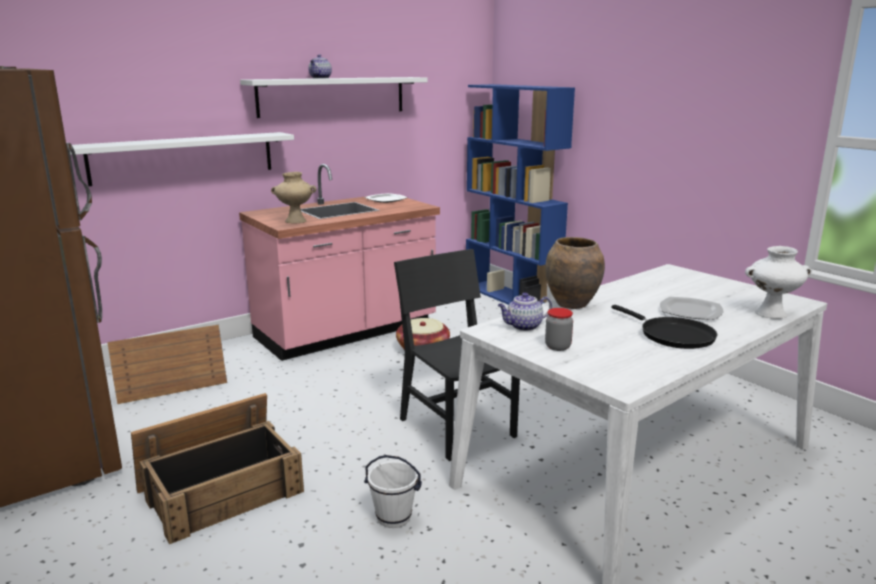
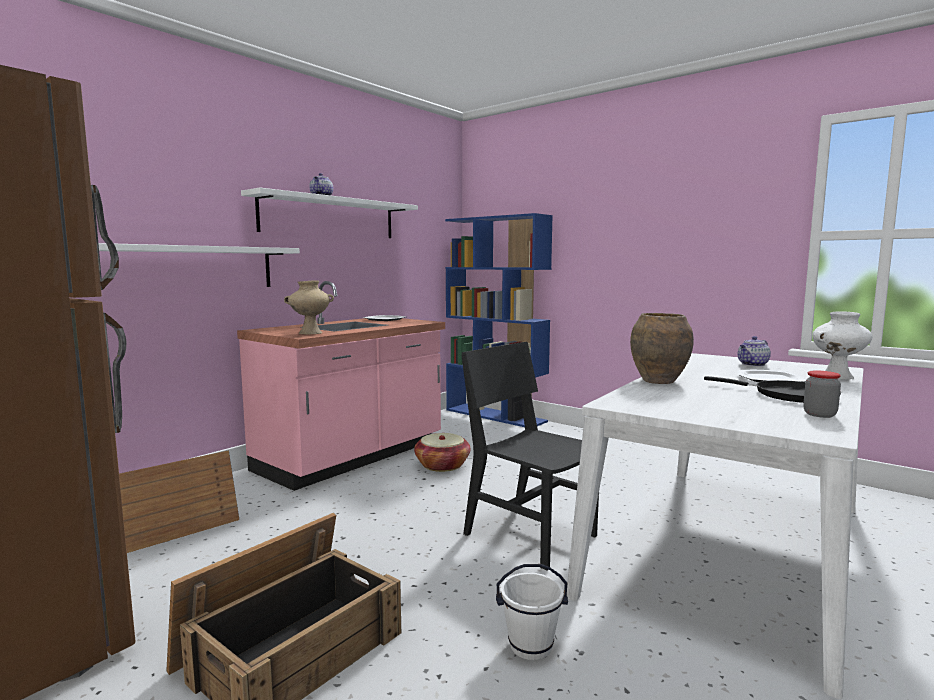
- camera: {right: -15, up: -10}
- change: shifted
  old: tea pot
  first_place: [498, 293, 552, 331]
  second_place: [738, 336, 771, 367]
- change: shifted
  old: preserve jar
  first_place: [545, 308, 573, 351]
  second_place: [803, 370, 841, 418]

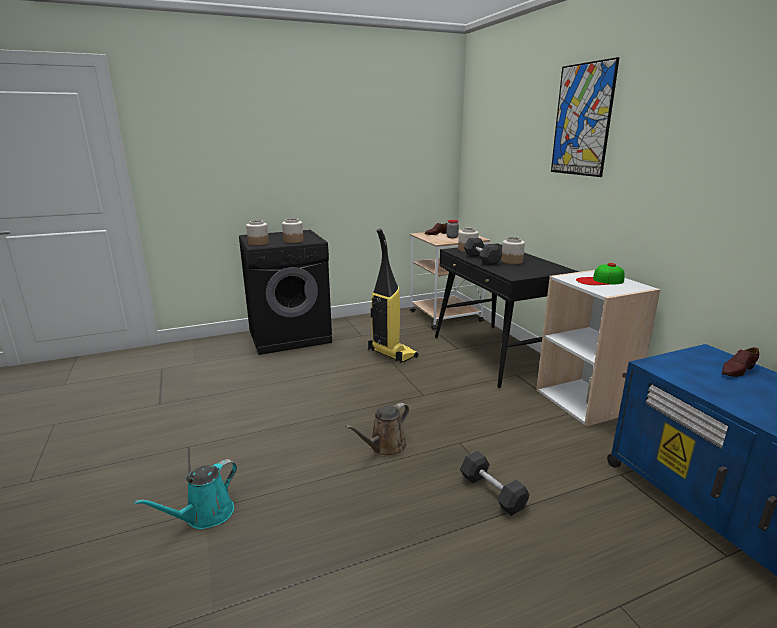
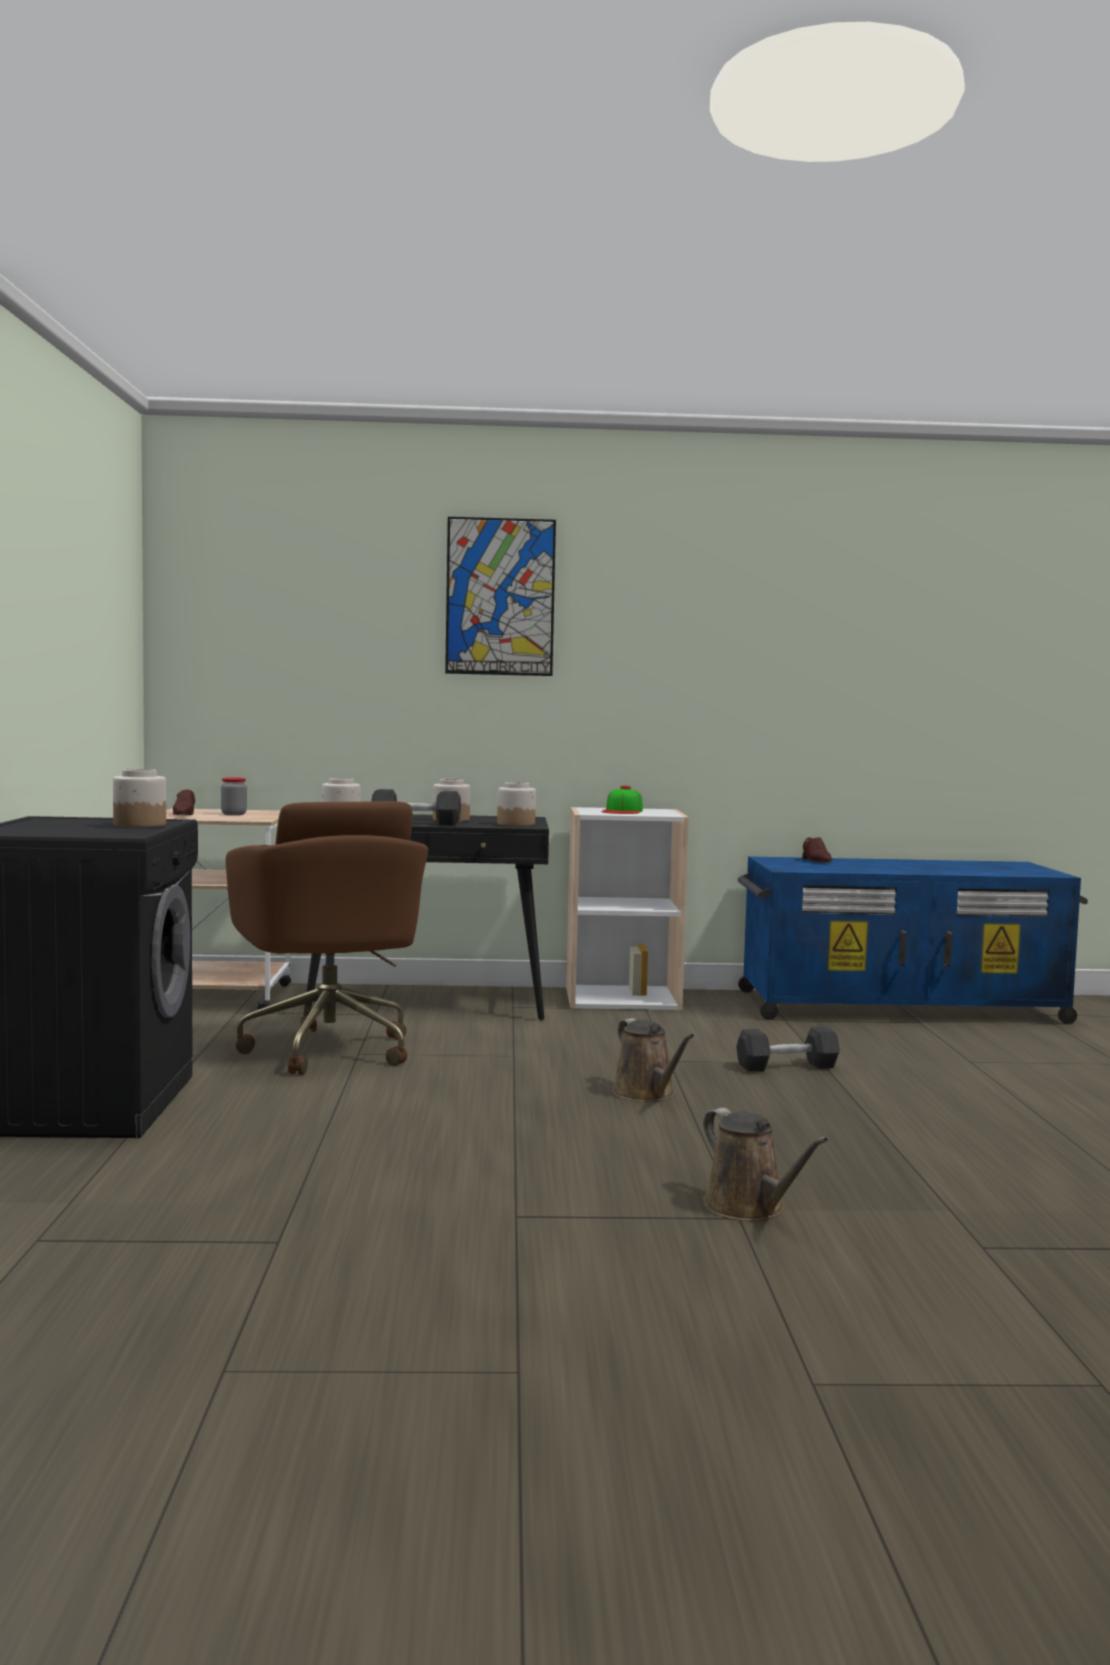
- camera: {right: -70, up: -15}
- change: shifted
  old: preserve jar
  first_place: [246, 220, 269, 246]
  second_place: [497, 782, 536, 826]
- change: swapped
  old: vacuum cleaner
  new: brown desk chair
  first_place: [368, 228, 418, 363]
  second_place: [226, 801, 428, 1075]
- change: repainted
  old: turquoise watering pot
  new: brown watering pot
  first_place: [134, 459, 237, 529]
  second_place: [703, 1108, 828, 1221]

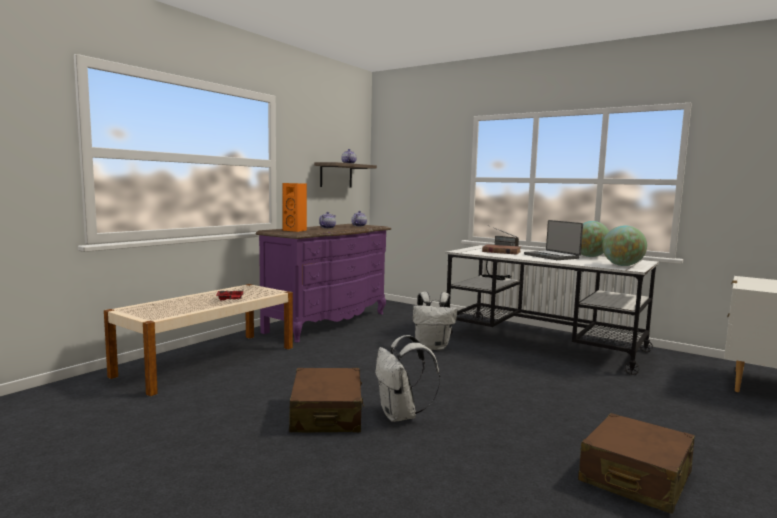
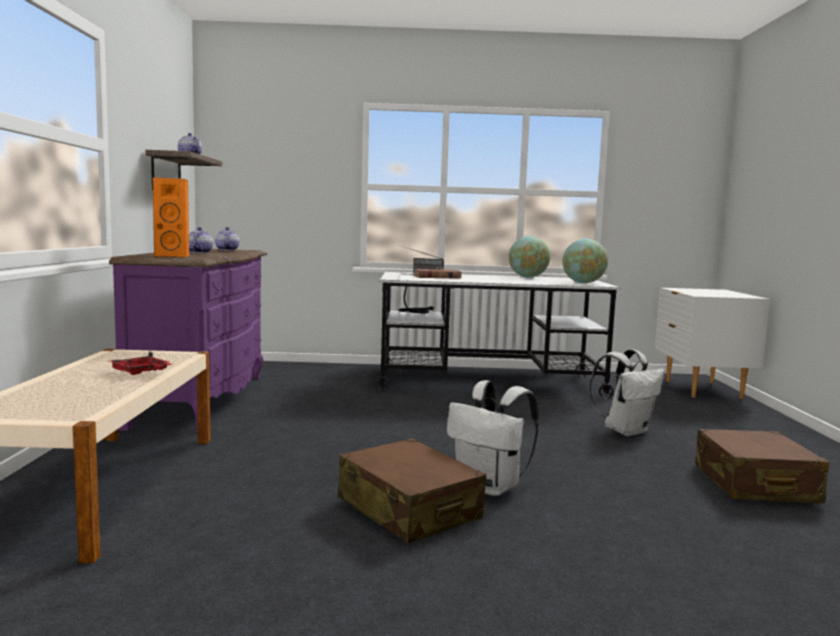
- camera: {right: -35, up: 0}
- change: gone
  old: portable computer
  first_place: [524, 220, 583, 260]
- change: shifted
  old: white rucksack
  first_place: [413, 292, 457, 350]
  second_place: [590, 349, 664, 437]

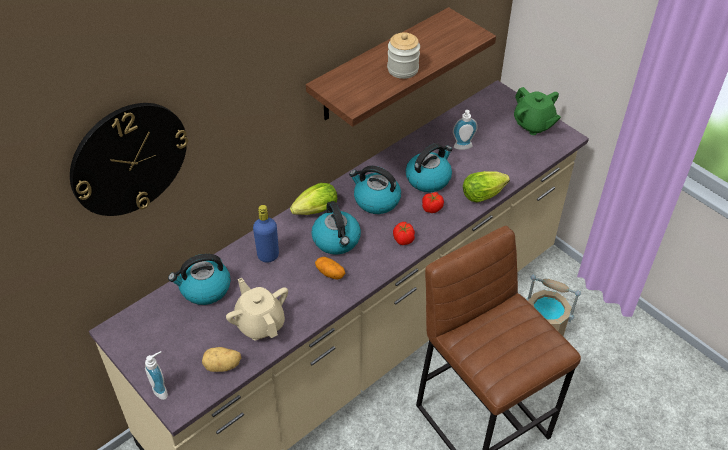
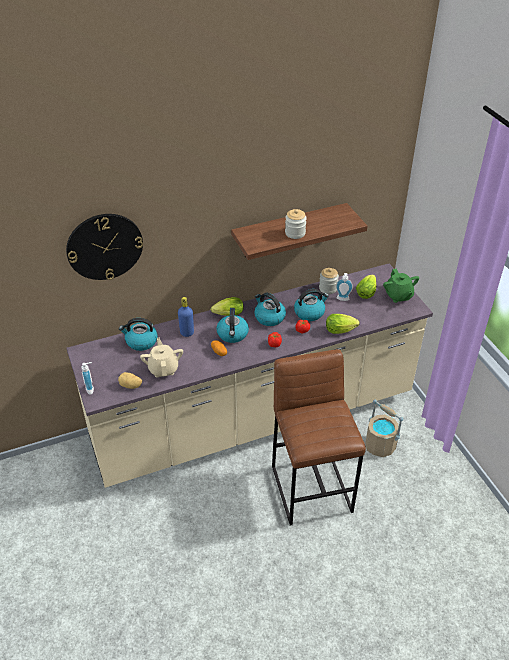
- camera: {right: 20, up: -5}
- change: new
  new: preserve jar
  second_place: [319, 268, 339, 294]
- change: new
  new: head of lettuce
  second_place: [356, 275, 376, 299]

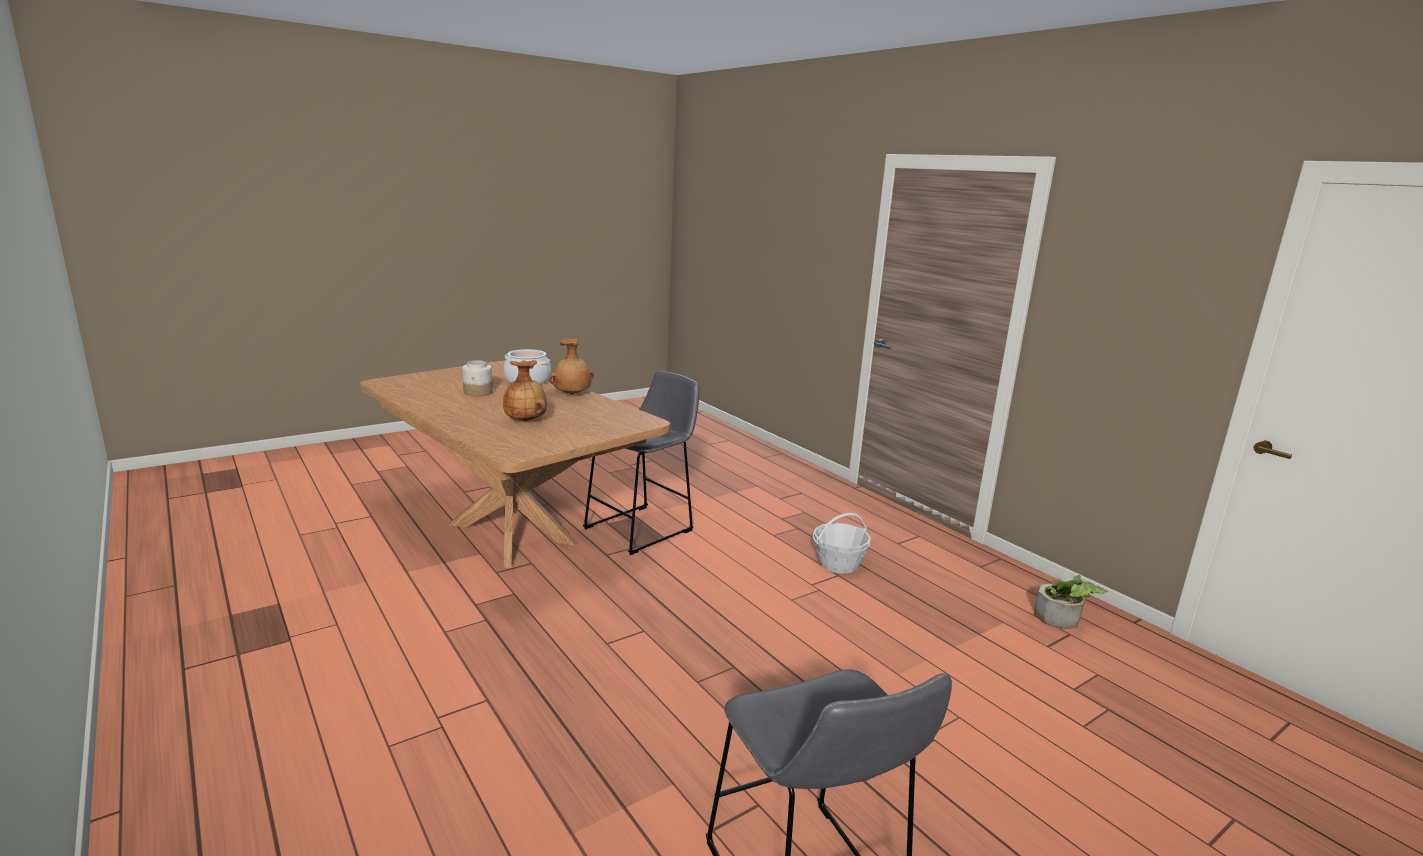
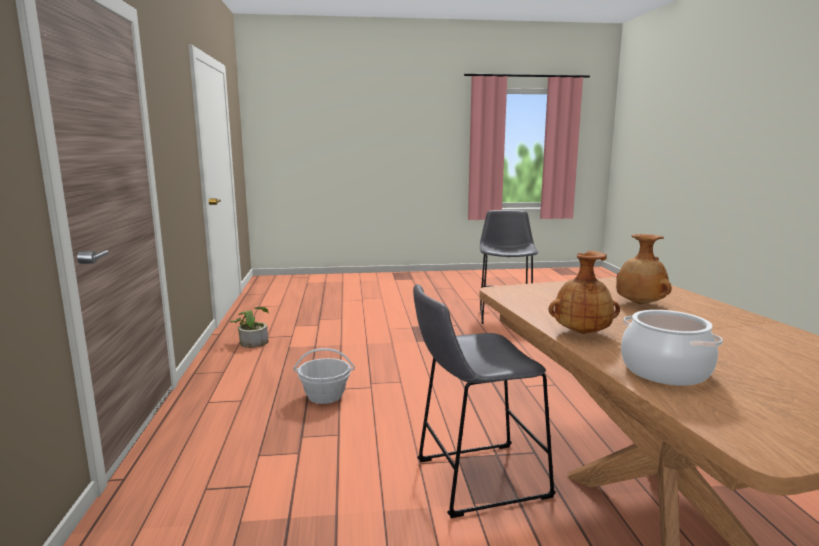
- camera: {right: -150, up: -5}
- change: gone
  old: preserve jar
  first_place: [462, 360, 493, 396]

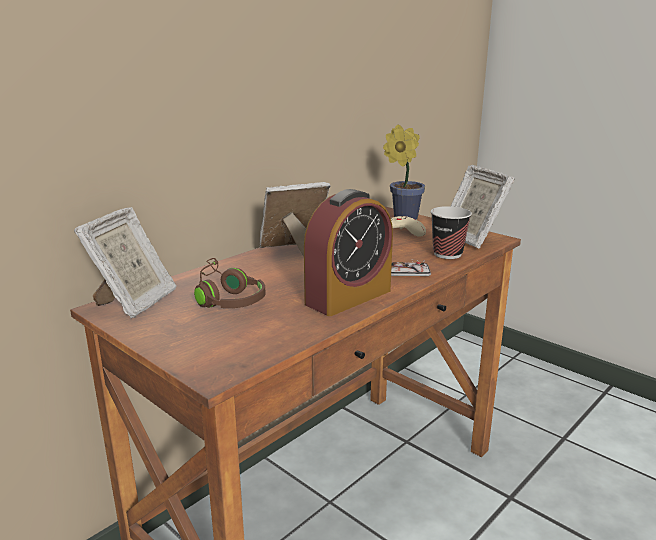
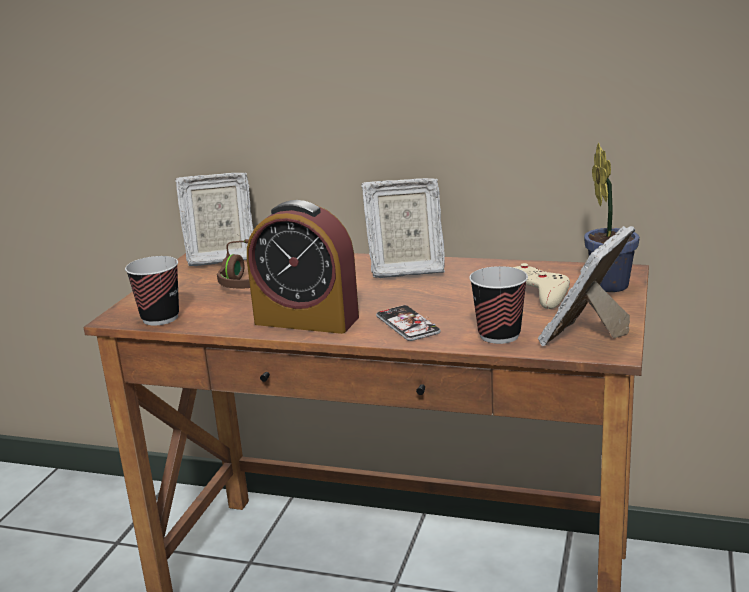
- camera: {right: 65, up: 0}
- change: rotated
  old: picture frame
  first_place: [260, 182, 330, 257]
  second_place: [361, 178, 445, 278]
  degrees: 135
- change: new
  new: small cup
  second_place: [125, 256, 179, 325]

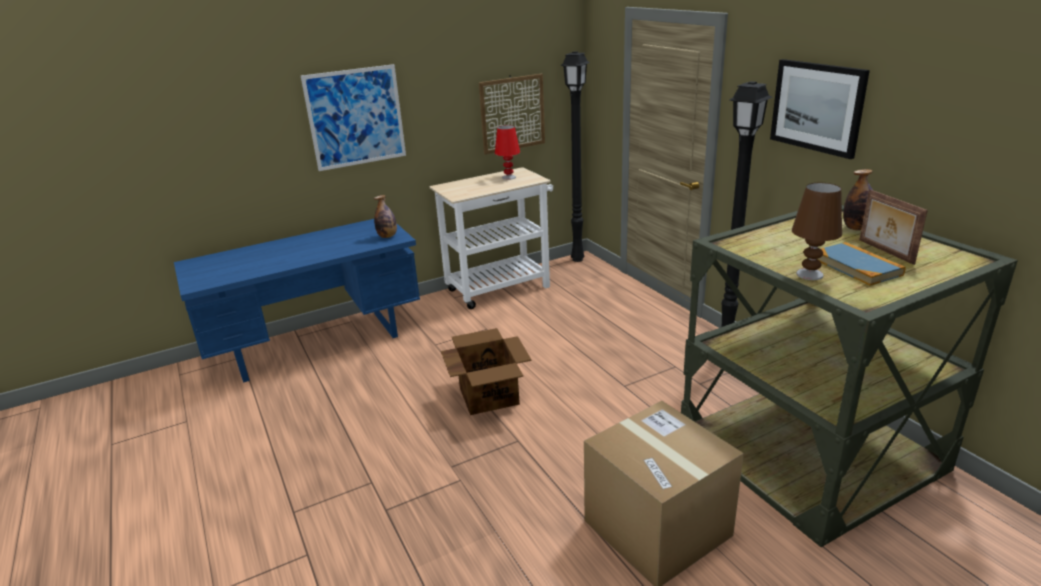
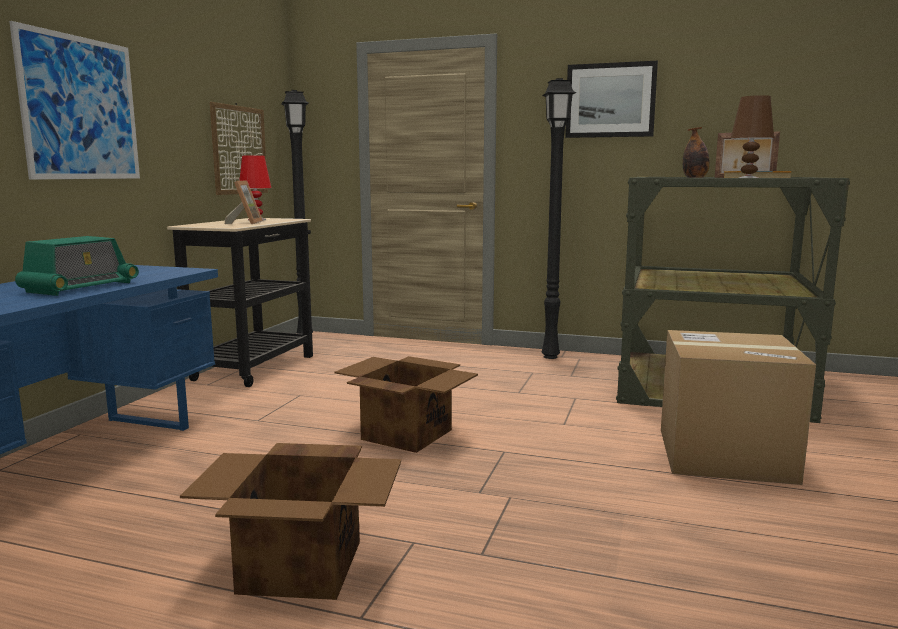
- camera: {right: -45, up: -15}
- change: repainted
  old: white cart
  new: blackish cart
  first_place: [430, 167, 553, 309]
  second_place: [167, 218, 313, 387]
- change: gone
  old: beverage bottle
  first_place: [374, 195, 397, 238]
- change: new
  new: picture frame
  second_place: [225, 180, 263, 224]
- change: new
  new: radio receiver
  second_place: [15, 236, 139, 296]
- change: new
  new: carton
  second_place: [180, 443, 401, 600]

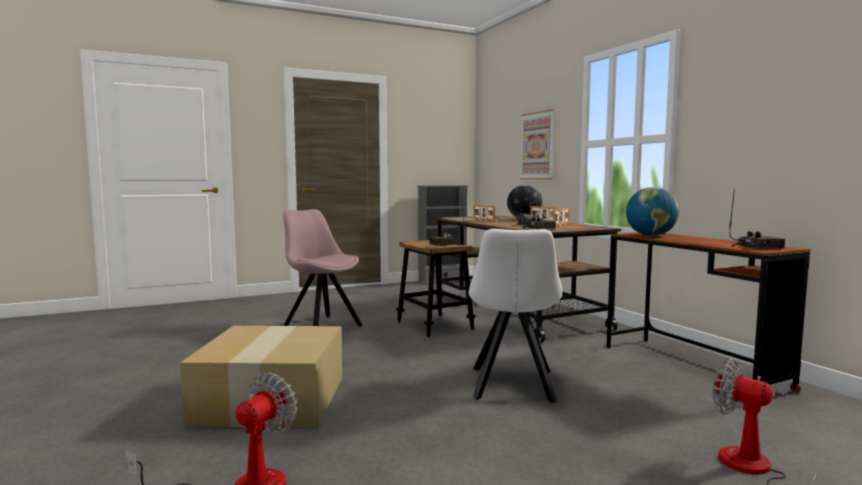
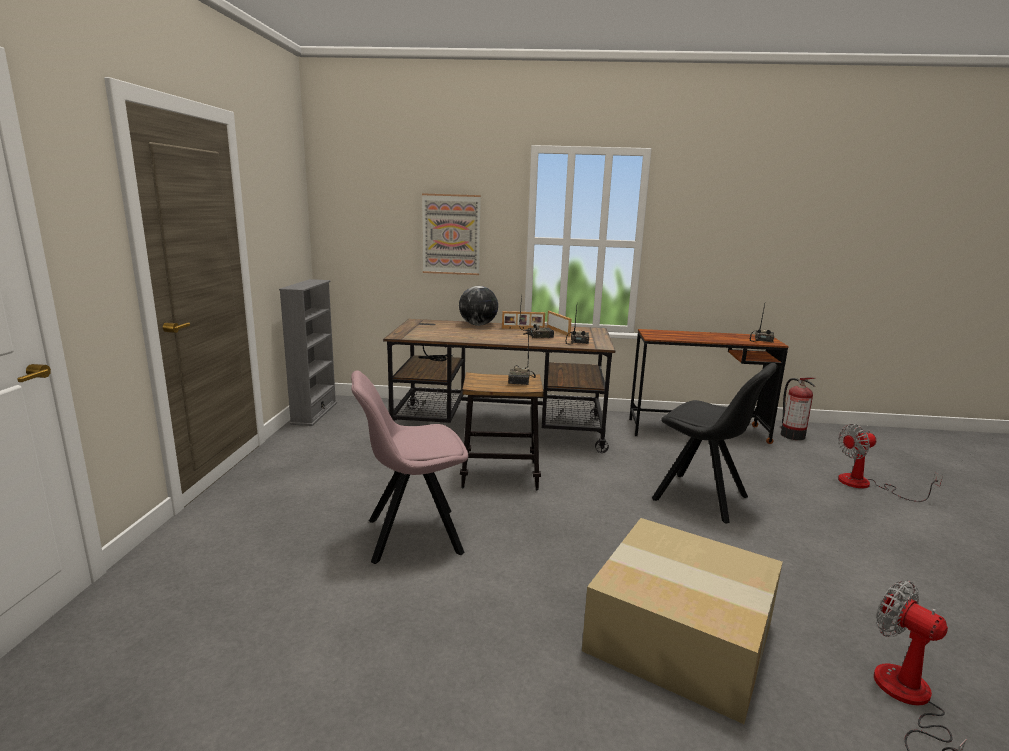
- camera: {right: -60, up: 10}
- change: gone
  old: world globe
  first_place: [626, 187, 679, 236]
- change: gone
  old: picture frame
  first_place: [473, 205, 495, 222]
- change: repainted
  old: white upright chair
  new: blackish upright chair
  first_place: [468, 229, 562, 403]
  second_place: [652, 363, 778, 524]
- change: new
  new: fire extinguisher
  second_place: [781, 378, 815, 440]

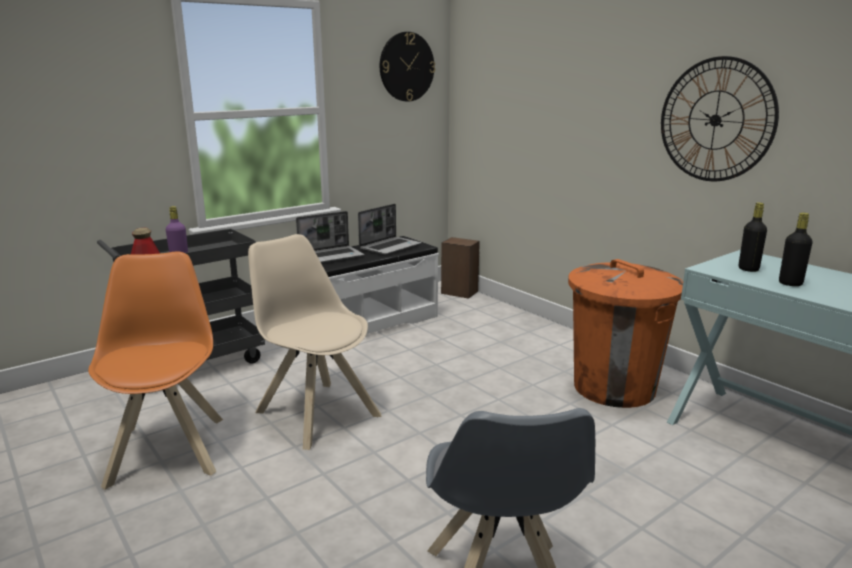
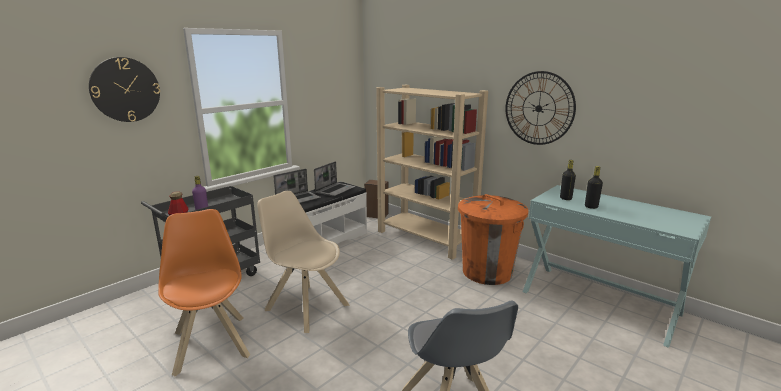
- camera: {right: -10, up: 0}
- change: shifted
  old: clock on the wall
  first_place: [380, 32, 435, 102]
  second_place: [89, 57, 160, 122]
- change: new
  new: beige bookshelf
  second_place: [376, 85, 488, 260]

